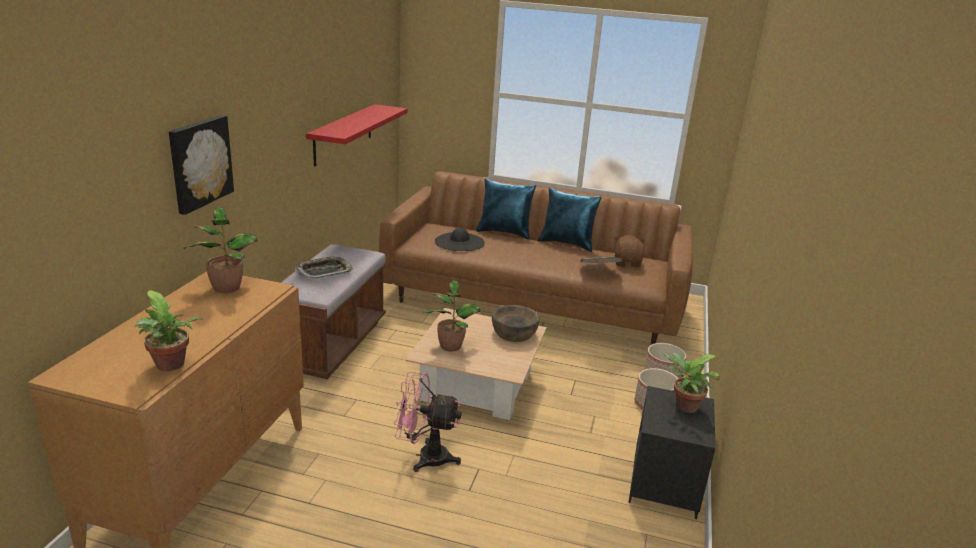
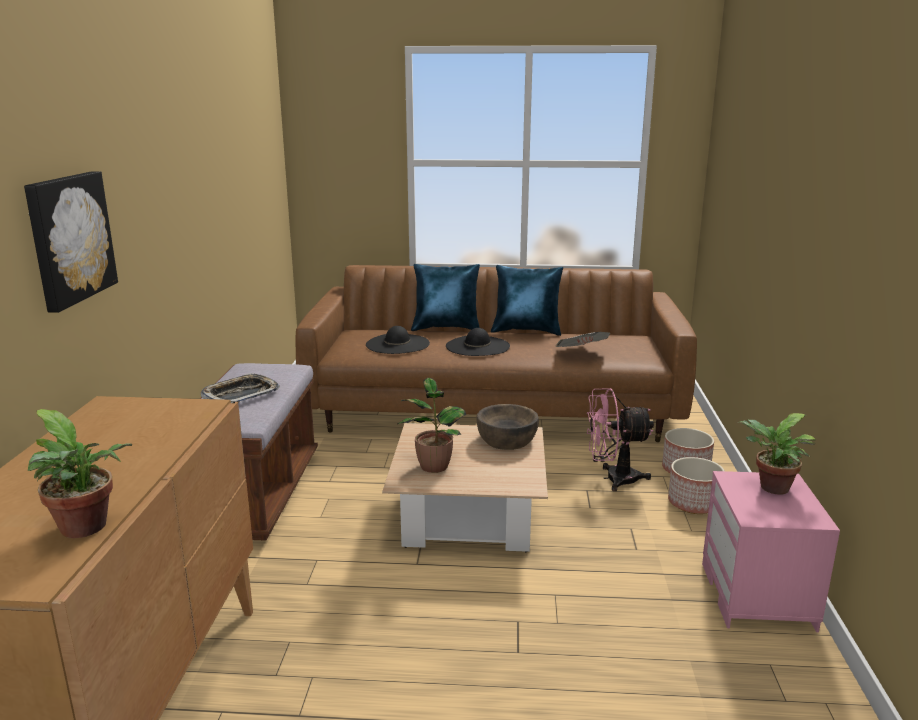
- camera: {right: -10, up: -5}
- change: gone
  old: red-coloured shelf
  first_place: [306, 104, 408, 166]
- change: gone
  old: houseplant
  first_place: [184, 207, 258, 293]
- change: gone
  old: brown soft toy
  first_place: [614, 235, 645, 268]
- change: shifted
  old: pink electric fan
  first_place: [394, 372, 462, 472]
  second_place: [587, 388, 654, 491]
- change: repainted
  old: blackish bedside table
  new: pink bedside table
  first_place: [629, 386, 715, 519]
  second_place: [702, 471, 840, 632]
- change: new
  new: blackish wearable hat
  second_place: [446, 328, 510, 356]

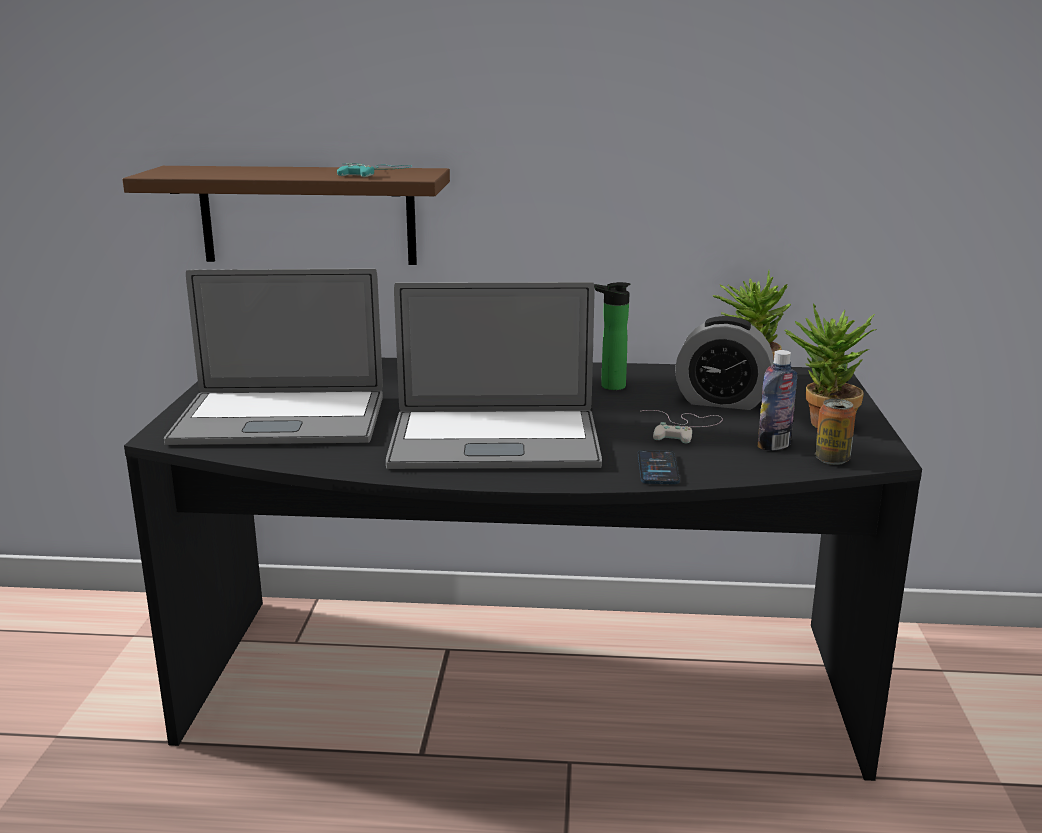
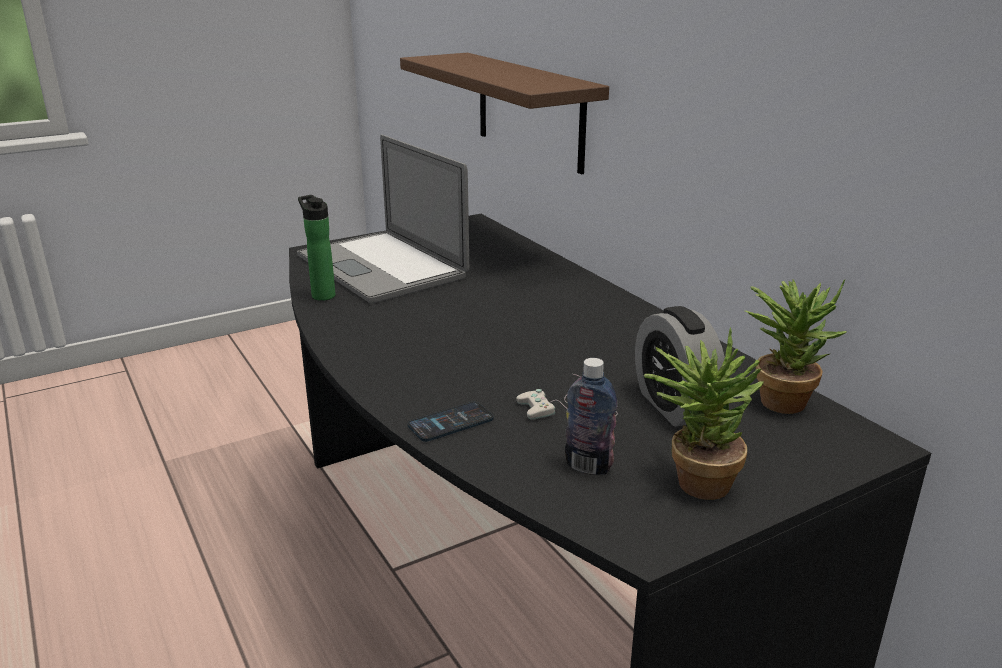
- camera: {right: 55, up: 5}
- change: gone
  old: turquoise game controller
  first_place: [337, 163, 412, 177]
- change: gone
  old: portable computer
  first_place: [386, 282, 602, 469]
- change: shifted
  old: beverage bottle
  first_place: [594, 282, 631, 390]
  second_place: [298, 195, 335, 301]
- change: gone
  old: sealed can
  first_place: [815, 399, 856, 465]

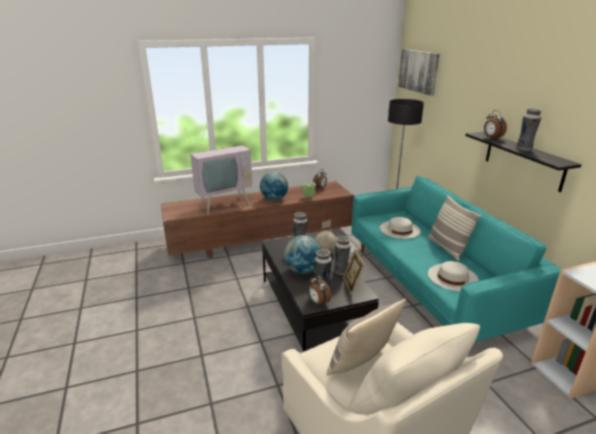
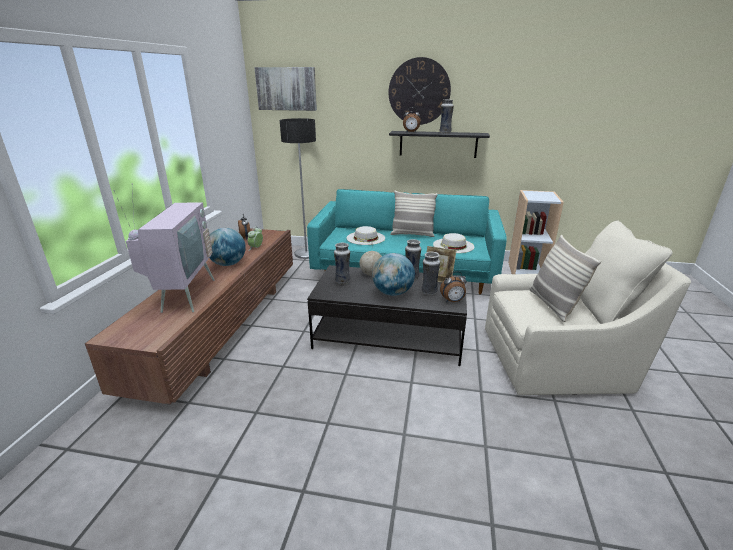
- camera: {right: -60, up: 0}
- change: new
  new: clock on the wall
  second_place: [389, 57, 451, 125]

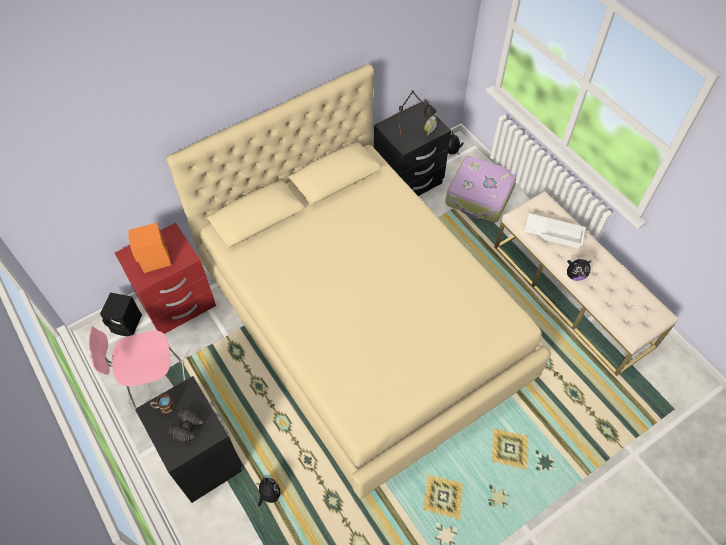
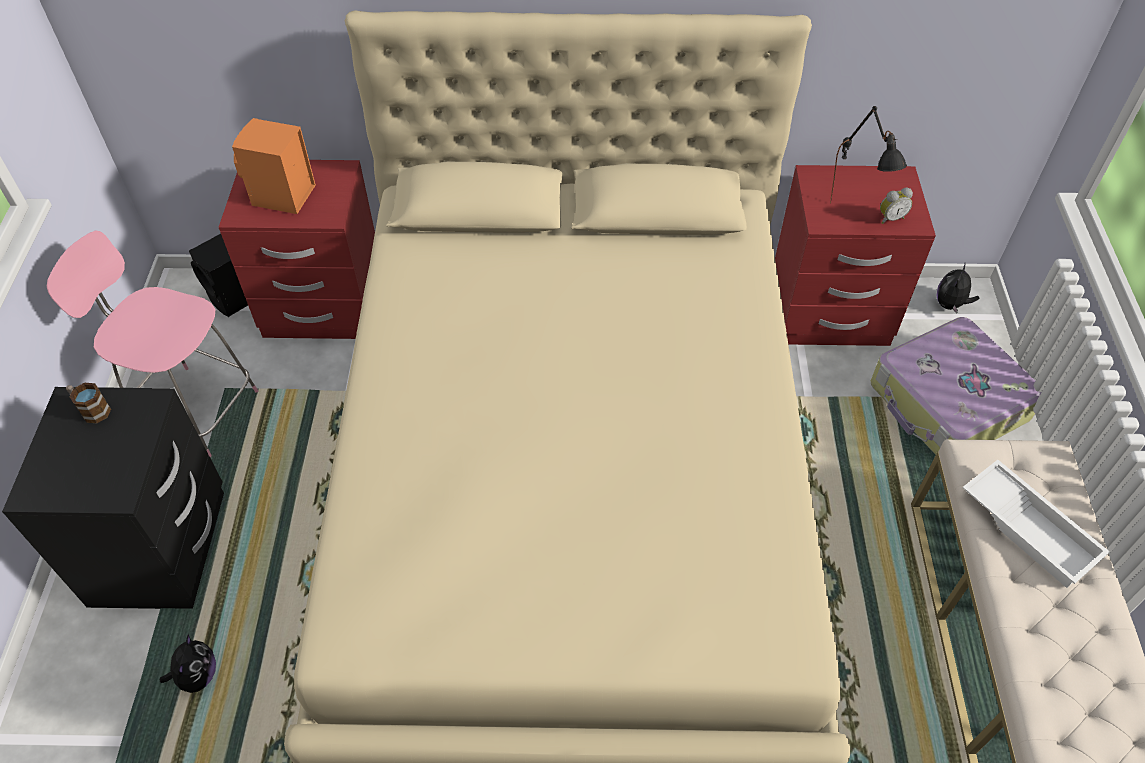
- camera: {right: 35, up: -5}
- change: repainted
  old: blackish bedside table
  new: red-coloured bedside table
  first_place: [374, 102, 451, 196]
  second_place: [775, 165, 936, 346]
- change: gone
  old: soft toy
  first_place: [567, 259, 591, 281]
- change: gone
  old: blackish binoculars
  first_place: [169, 407, 203, 442]

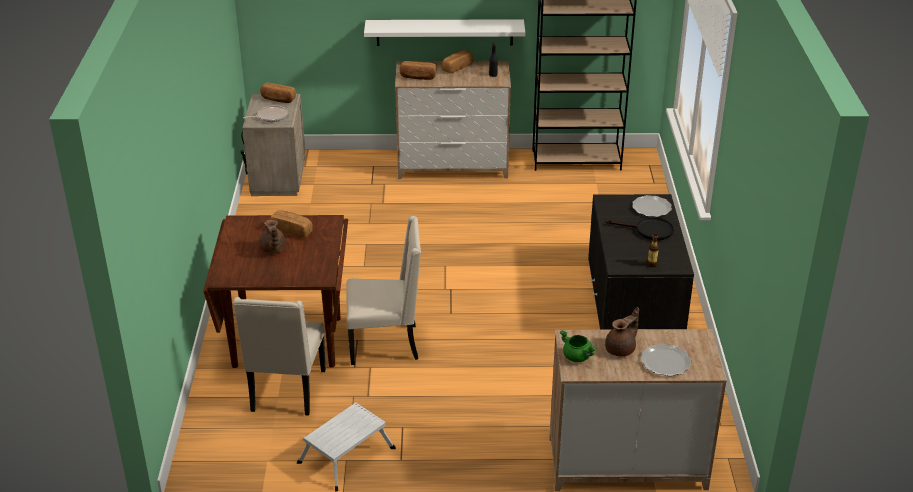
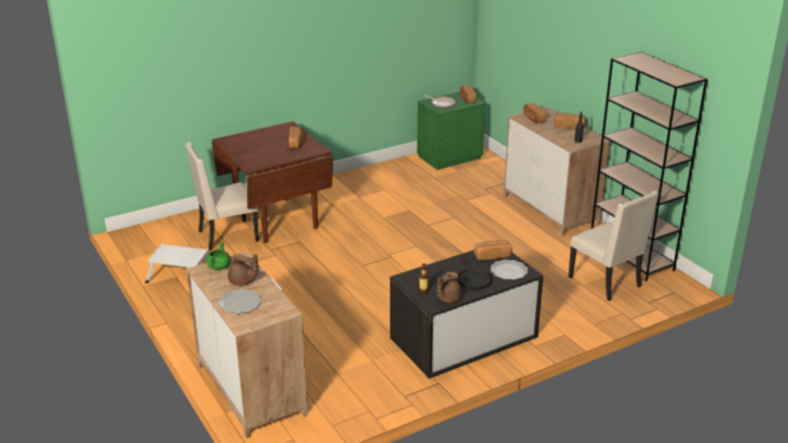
- camera: {right: 60, up: -5}
- change: gone
  old: white shelf
  first_place: [364, 19, 525, 46]
- change: repainted
  old: beige bedside table
  new: green bedside table
  first_place: [240, 93, 306, 196]
  second_place: [417, 92, 486, 170]
- change: shifted
  old: beige upright chair
  first_place: [346, 216, 421, 365]
  second_place: [569, 191, 659, 301]
- change: shifted
  old: brown tea pot
  first_place: [259, 220, 286, 253]
  second_place: [437, 272, 462, 303]
- change: new
  new: baked bread
  second_place: [474, 240, 512, 260]

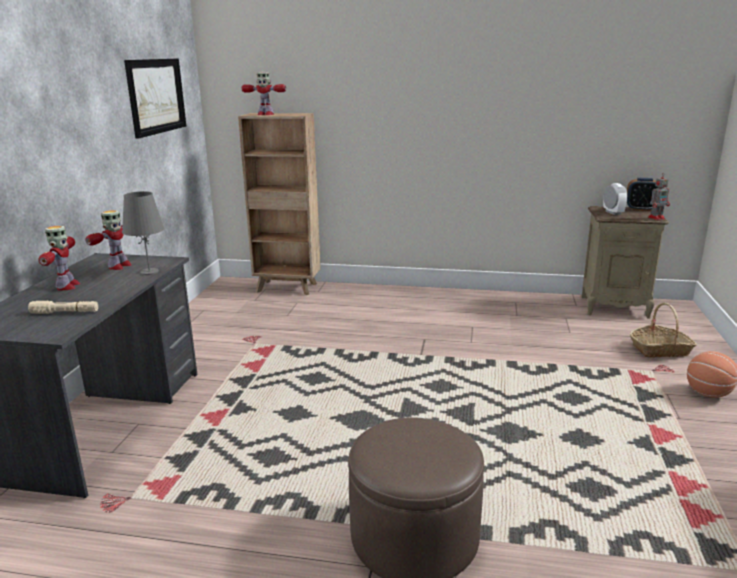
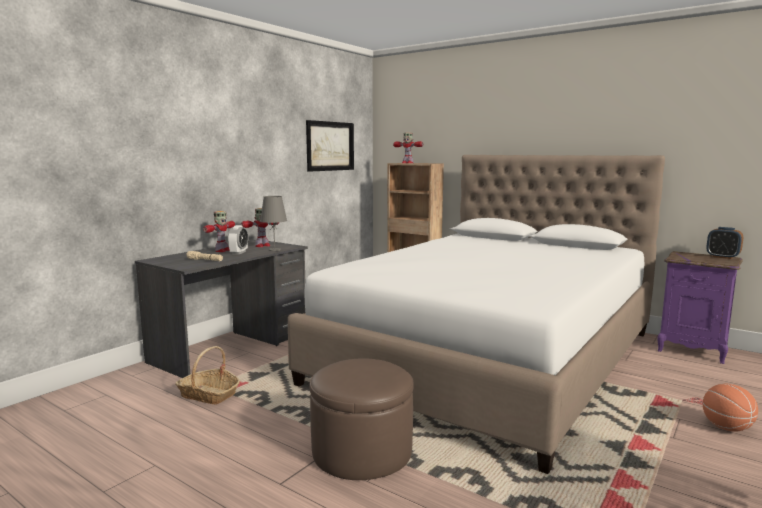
- camera: {right: 25, up: -10}
- change: gone
  old: robot figure
  first_place: [648, 176, 670, 220]
- change: shifted
  old: table clock
  first_place: [603, 183, 628, 215]
  second_place: [228, 225, 248, 255]
- change: repainted
  old: beige bedside table
  new: purplish bedside table
  first_place: [582, 206, 669, 318]
  second_place: [657, 251, 743, 364]
- change: shifted
  old: storage basket
  first_place: [630, 302, 697, 358]
  second_place: [175, 346, 240, 405]
- change: new
  new: white sleeping bed
  second_place: [288, 155, 665, 474]

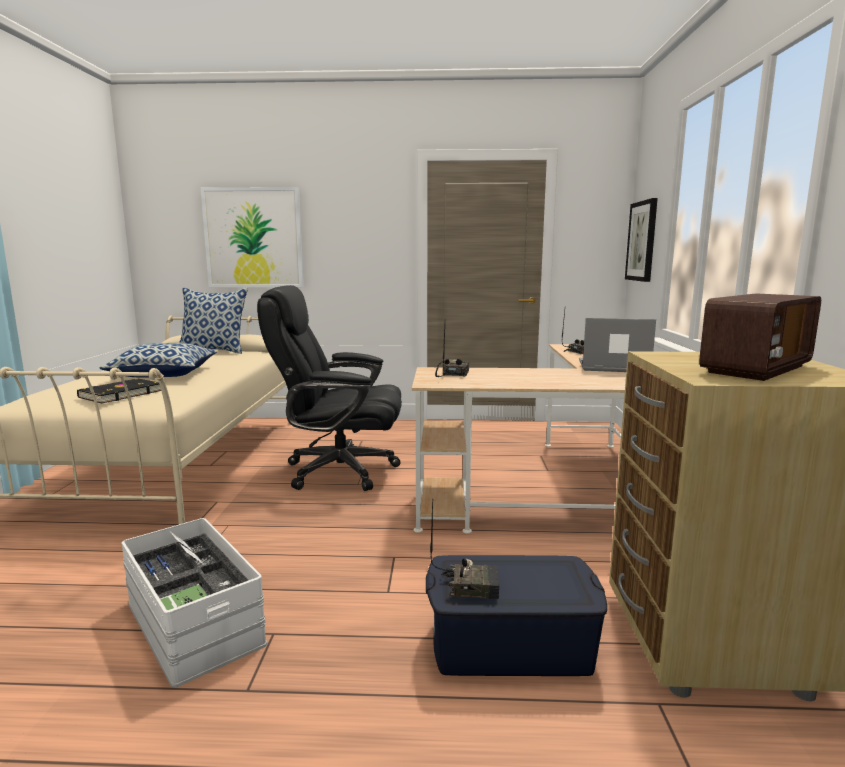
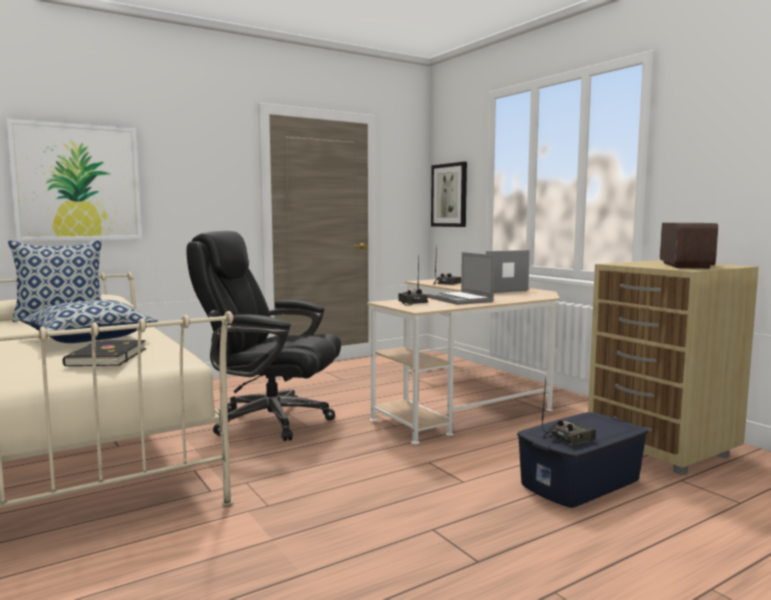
- camera: {right: -35, up: -5}
- change: rotated
  old: blackish desk chair
  first_place: [257, 285, 402, 491]
  second_place: [186, 231, 341, 441]
  degrees: 45
- change: gone
  old: white storage box
  first_place: [122, 518, 267, 687]
- change: new
  new: portable computer
  second_place: [427, 252, 495, 305]

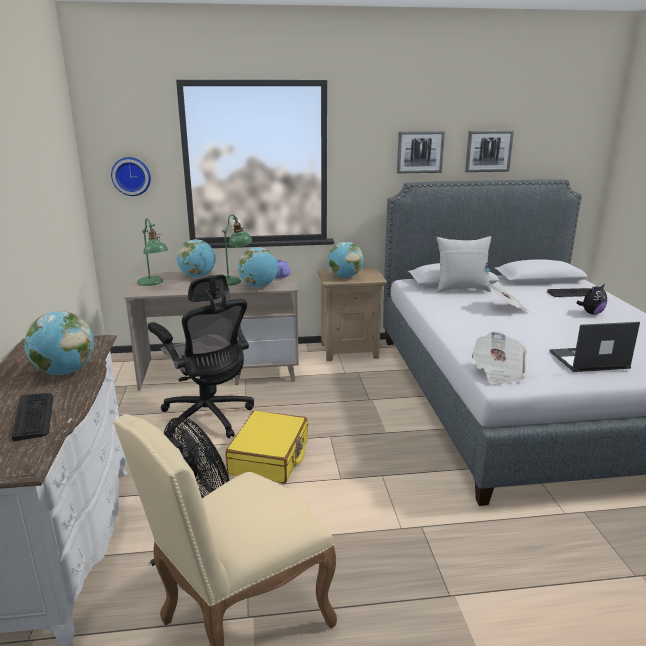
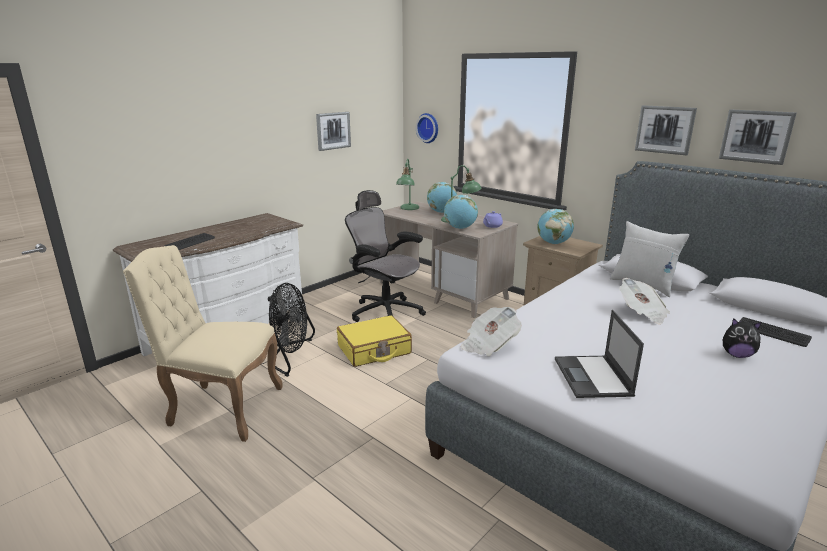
- camera: {right: 50, up: 0}
- change: rotated
  old: desk chair
  first_place: [148, 274, 254, 439]
  second_place: [345, 190, 426, 322]
  degrees: 120
- change: gone
  old: world globe
  first_place: [25, 311, 94, 375]
- change: rotated
  old: portable computer
  first_place: [549, 322, 640, 372]
  second_place: [555, 310, 644, 398]
  degrees: -135
- change: new
  new: wall picture
  second_place: [316, 112, 351, 151]

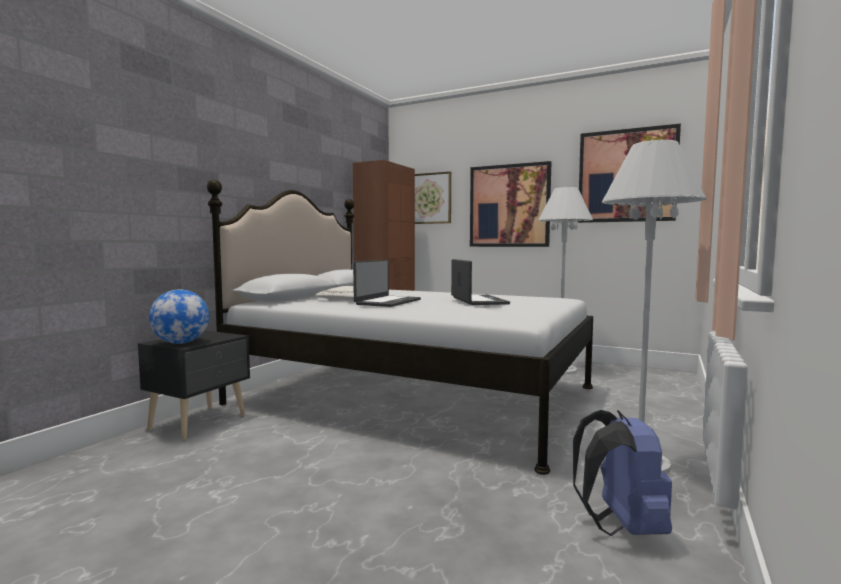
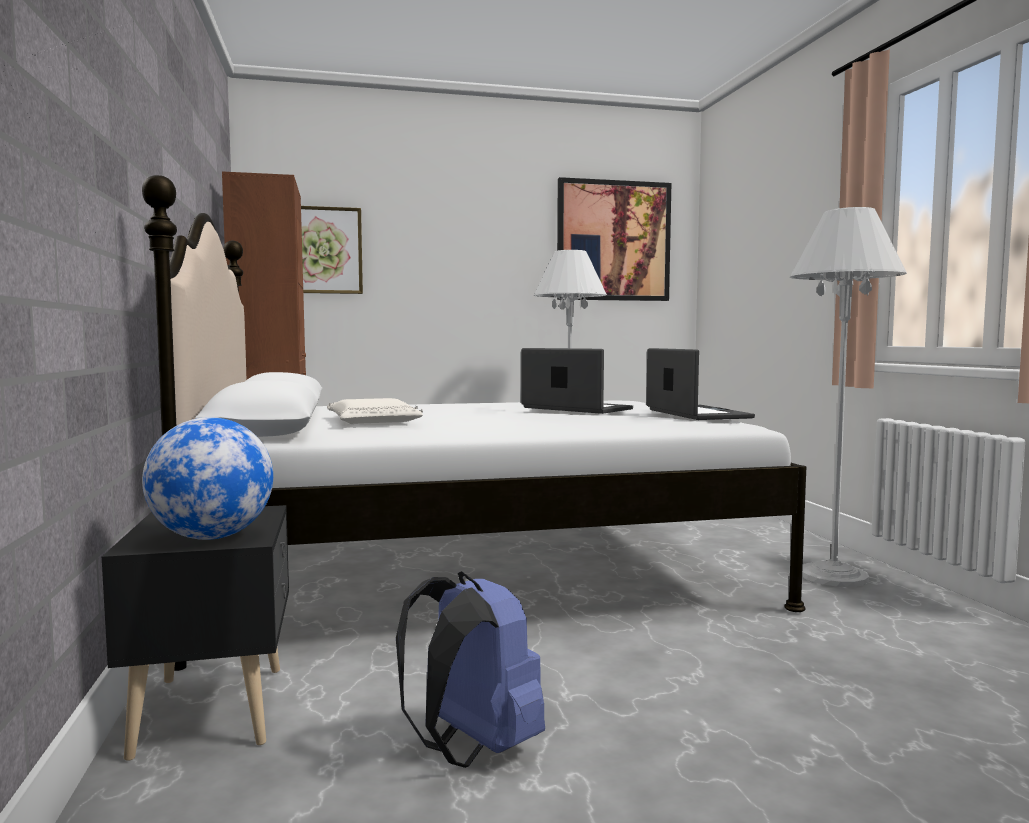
- camera: {right: -40, up: 0}
- change: gone
  old: wall picture
  first_place: [470, 161, 551, 247]
- change: shifted
  old: portable computer
  first_place: [353, 260, 421, 307]
  second_place: [646, 348, 755, 420]
- change: shifted
  old: bluish rucksack
  first_place: [573, 410, 672, 536]
  second_place: [396, 571, 545, 768]

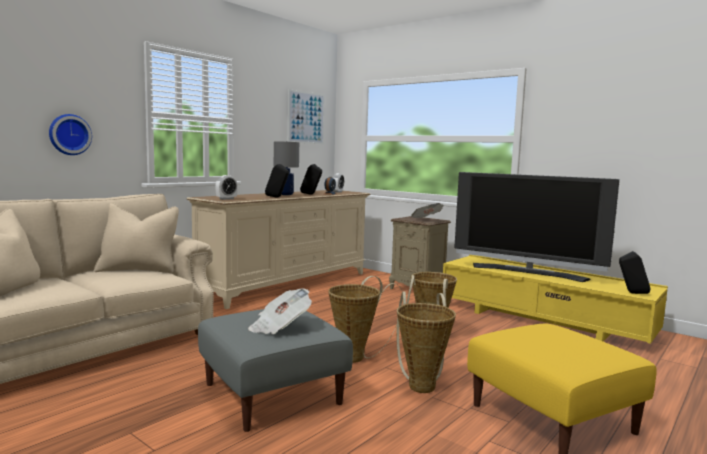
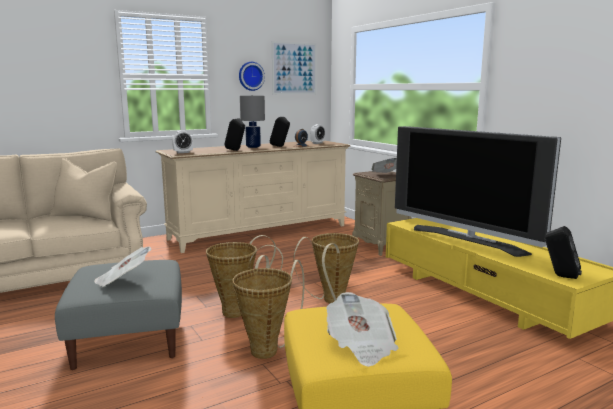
- camera: {right: 20, up: 5}
- change: shifted
  old: clock on the wall
  first_place: [49, 114, 92, 155]
  second_place: [239, 62, 265, 91]
- change: new
  new: newspaper
  second_place: [326, 292, 398, 367]

